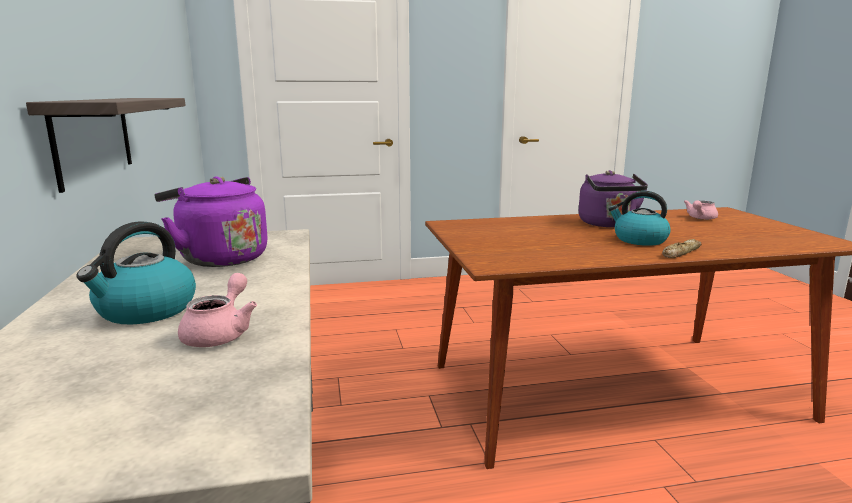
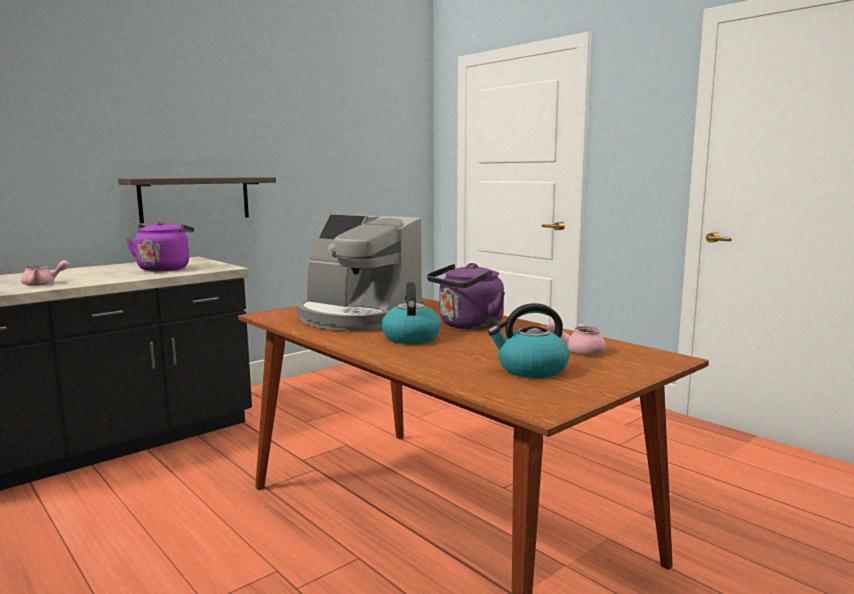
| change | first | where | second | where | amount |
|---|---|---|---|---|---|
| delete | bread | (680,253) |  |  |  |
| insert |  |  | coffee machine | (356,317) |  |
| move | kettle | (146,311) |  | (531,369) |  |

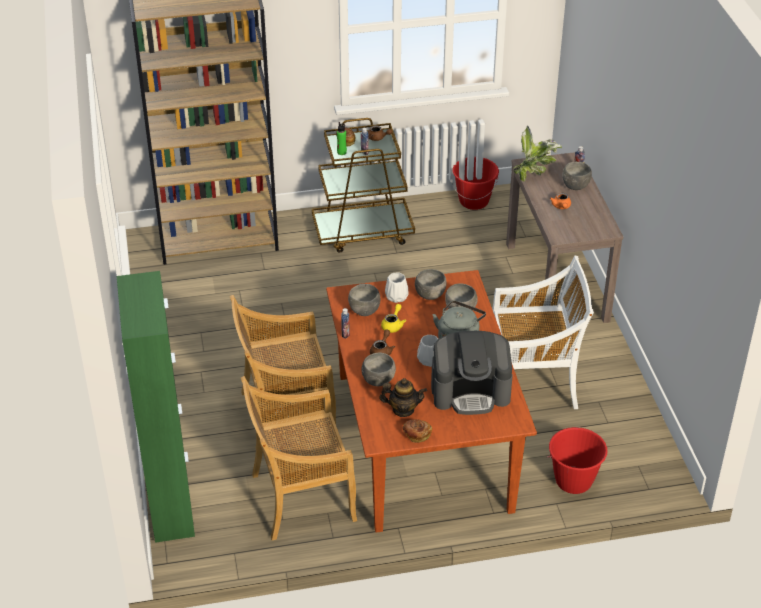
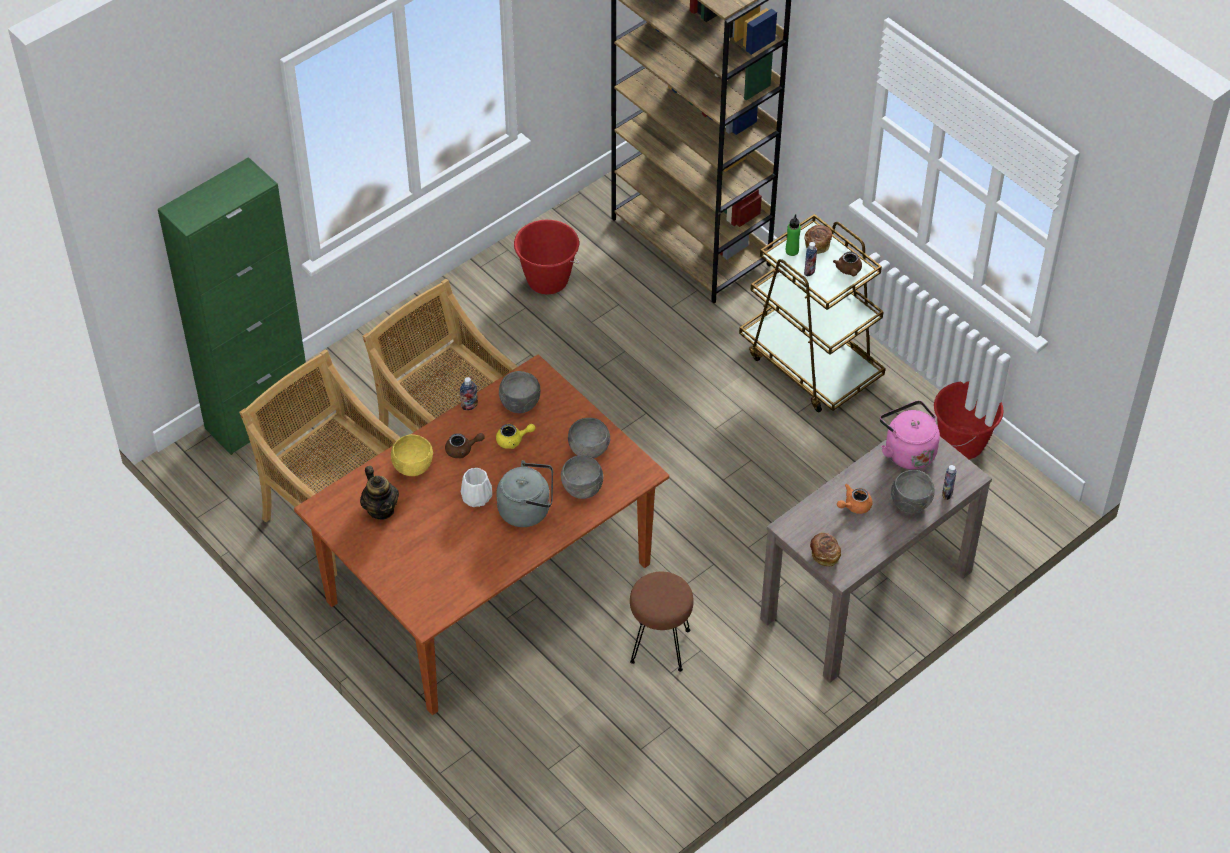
| change | first | where | second | where | amount |
|---|---|---|---|---|---|
| delete | white vase | (397,296) |  |  |  |
| delete | coffee machine | (470,391) |  |  |  |
| move | bread | (416,435) |  | (824,554) |  |
| move | red bucket | (573,481) |  | (547,280) |  |
| replace | white chair | (534,382) | brown stool | (660,647) |  |
| replace | potted plant | (535,172) | pink kettle | (907,451) |  |
| recolor | grey bowl | (378,380) | yellow bowl | (413,467) |  |

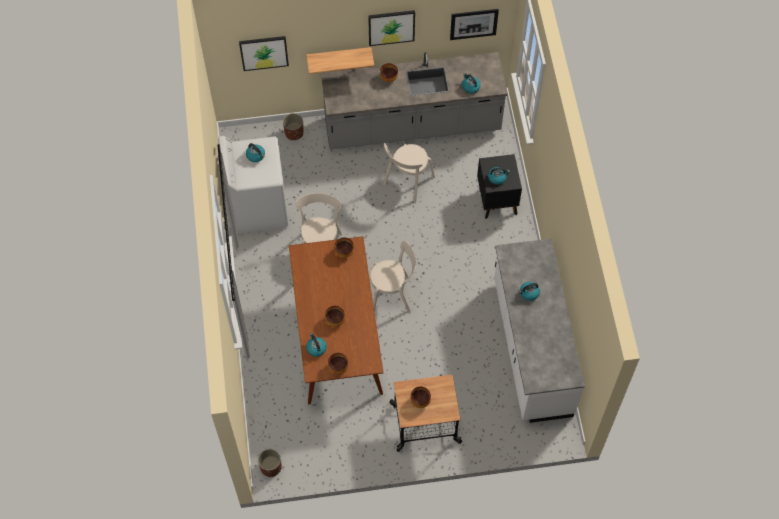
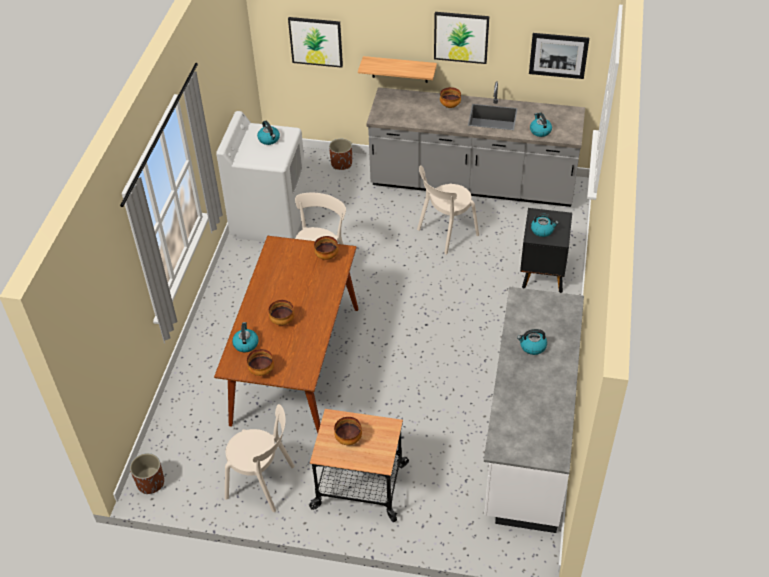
| change | first | where | second | where | amount |
|---|---|---|---|---|---|
| move | beige chair | (393,294) |  | (263,483) |  |

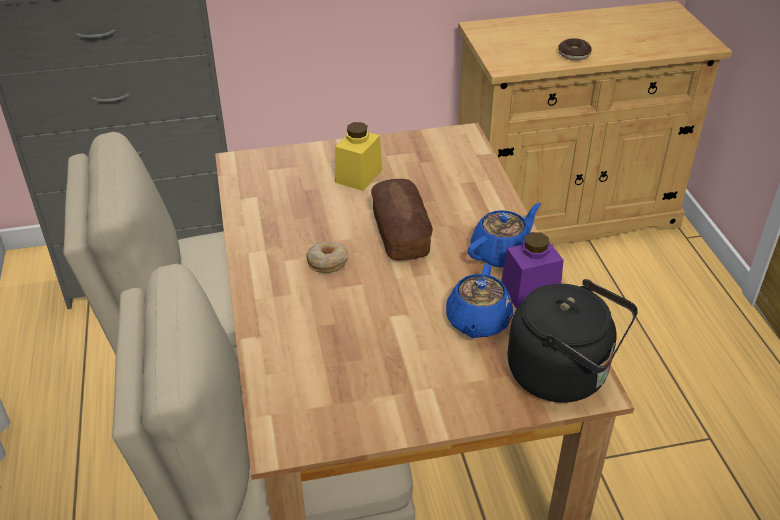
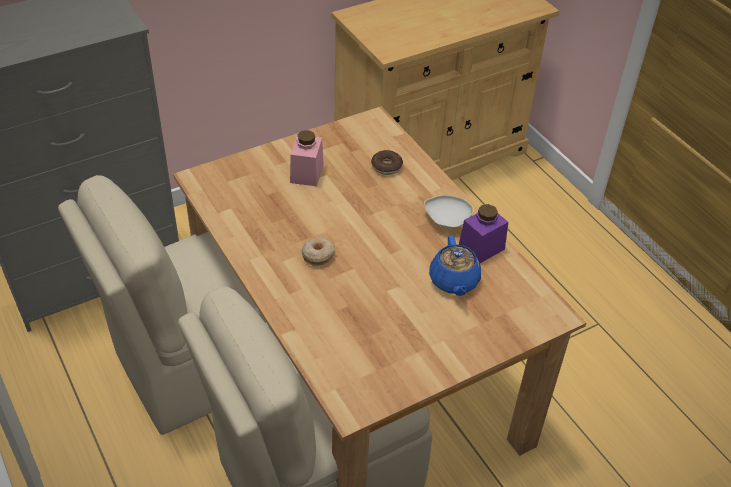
| change | first | where | second | where | amount |
|---|---|---|---|---|---|
| delete | bread | (400,233) |  |  |  |
| delete | black kettle | (564,375) |  |  |  |
| move | donut | (574,54) |  | (386,166) |  |
| replace | blue teapot | (502,253) | white bowl | (448,220) |  |
| recolor | yellow jar | (358,176) | pink jar | (306,173) |  |

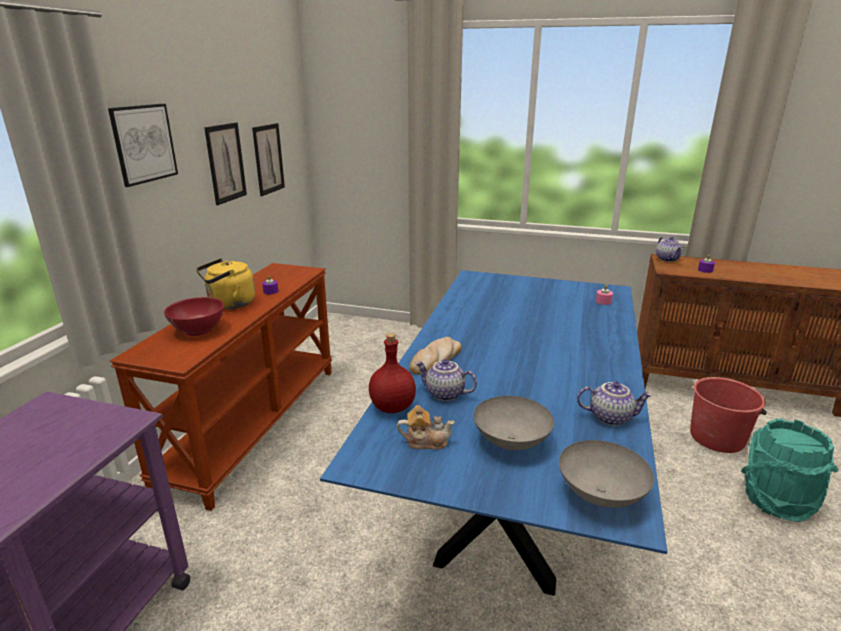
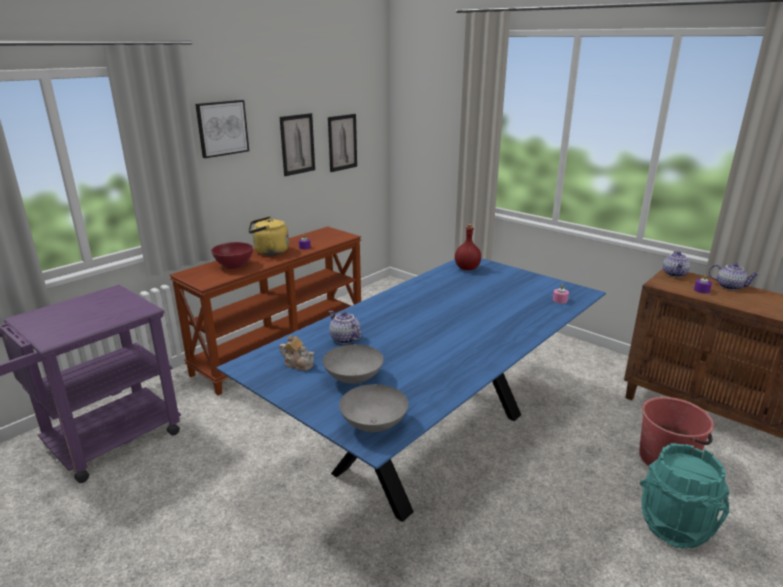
| change | first | where | second | where | amount |
|---|---|---|---|---|---|
| delete | bread | (435,359) |  |  |  |
| move | red bottle | (392,406) |  | (467,268) |  |
| move | teapot | (610,417) |  | (730,286) |  |

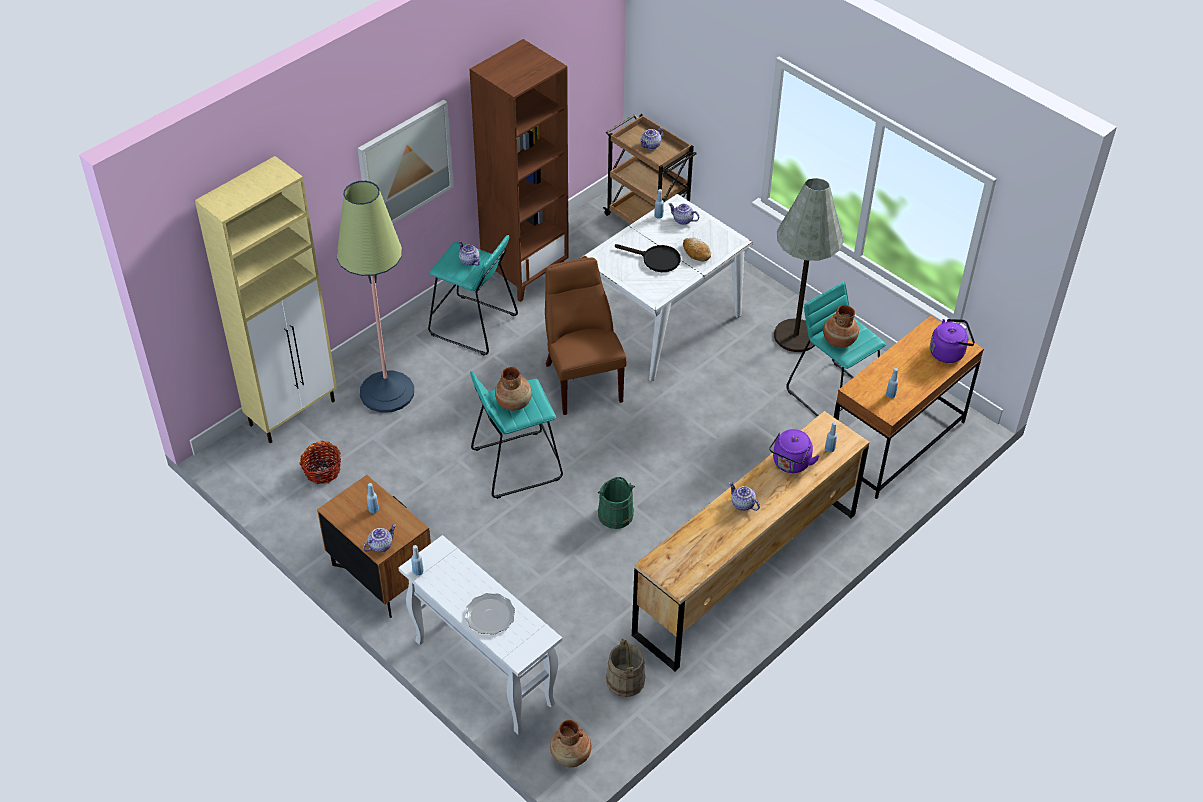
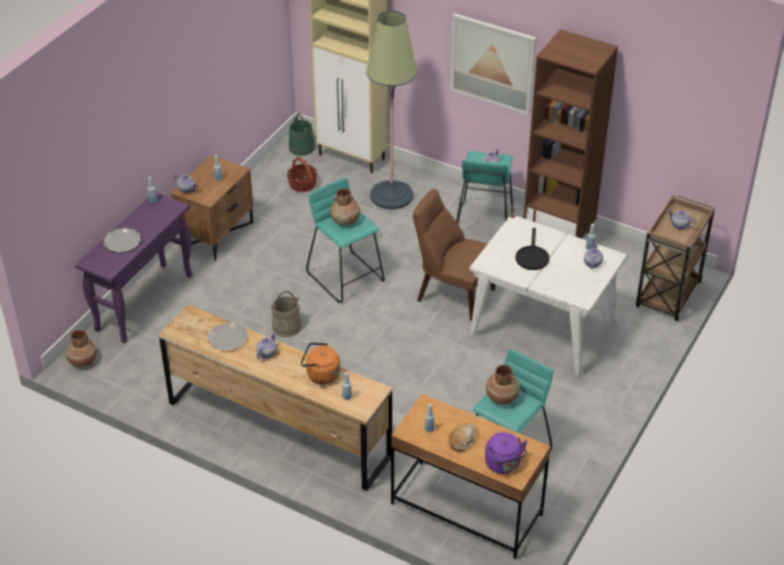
| change | first | where | second | where | amount |
|---|---|---|---|---|---|
| delete | grey floor lamp | (796,336) |  |  |  |
| insert |  |  | plate | (228,338) |  |
| move | green bucket | (615,515) |  | (301,148) |  |
| move | beige bucket | (625,680) |  | (286,326) |  |
| move | bread | (696,252) |  | (462,440) |  |
| recolor | white console table | (483,672) | purple console table | (145,302) |  |
| recolor | purple kettle | (790,464) | orange kettle | (321,375) |  |
| rotate | brown chair | (582,379) |  | (452,294) | 120 degrees counterclockwise |

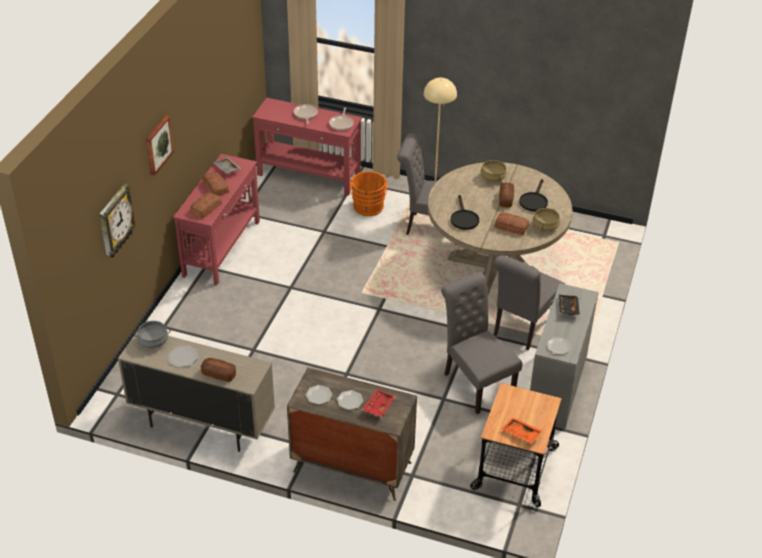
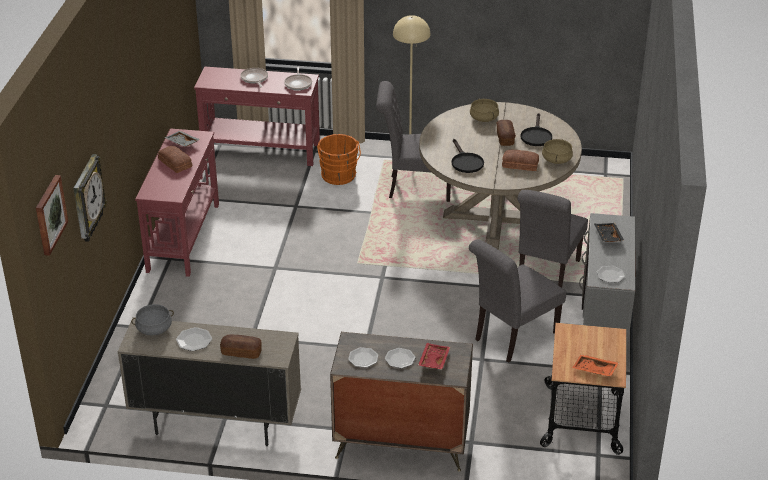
| change | first | where | second | where | amount |
|---|---|---|---|---|---|
| delete | bread | (205,208) |  |  |  |
| move | picture | (158,144) |  | (49,214) |  |
| rotate | grey chair | (475,382) |  | (512,338) | 90 degrees counterclockwise |

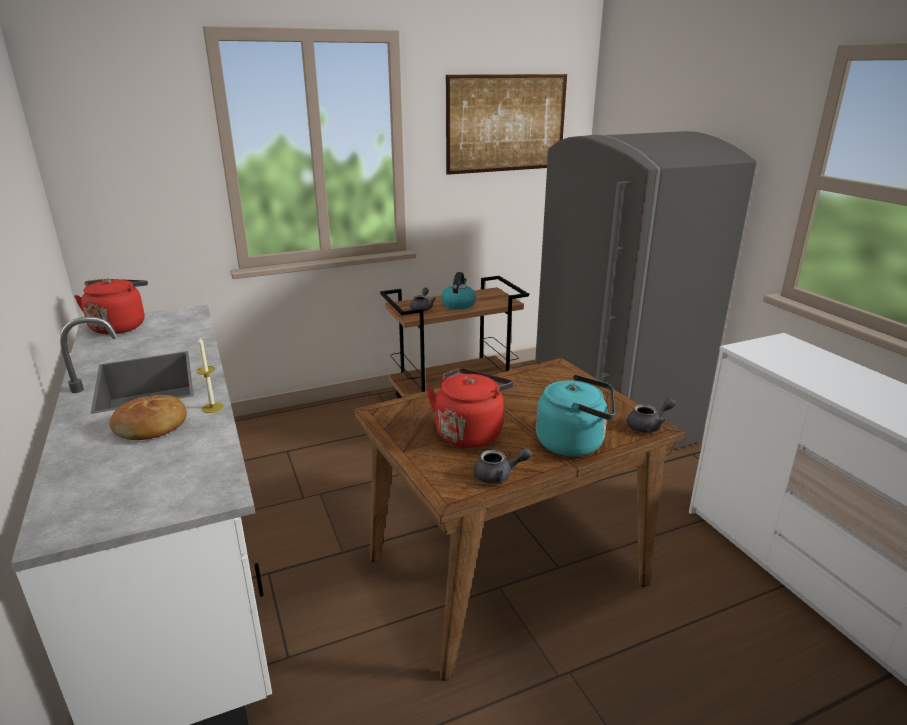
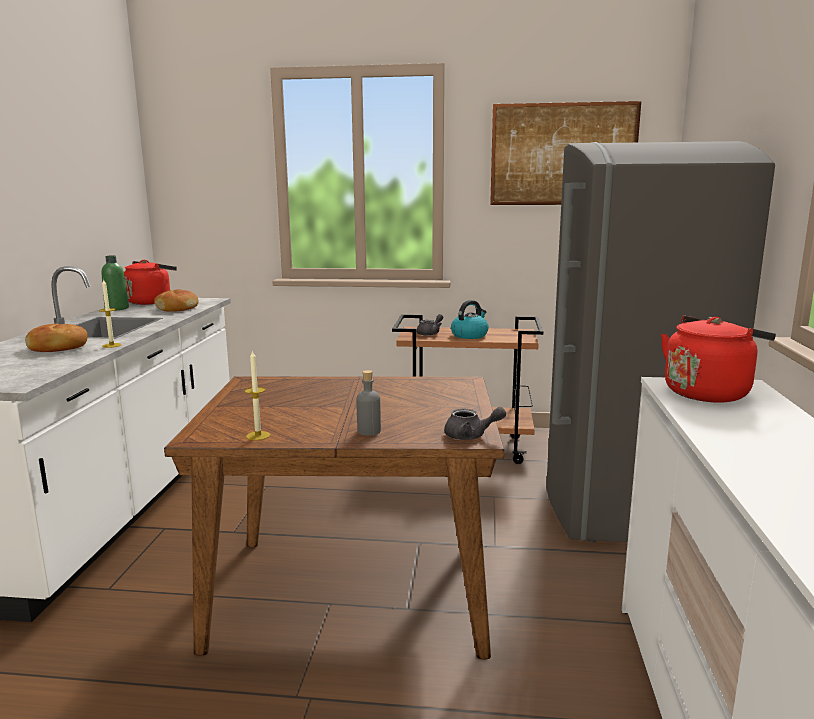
| change | first | where | second | where | amount |
|---|---|---|---|---|---|
| insert |  |  | green bottle | (117,308) |  |
| insert |  |  | bread | (177,308) |  |
| move | red kettle | (470,432) |  | (708,393) |  |
| replace | grey teapot | (499,476) | candle | (258,436) |  |
| replace | turquoise kettle | (574,443) | grey bottle | (369,431) |  |

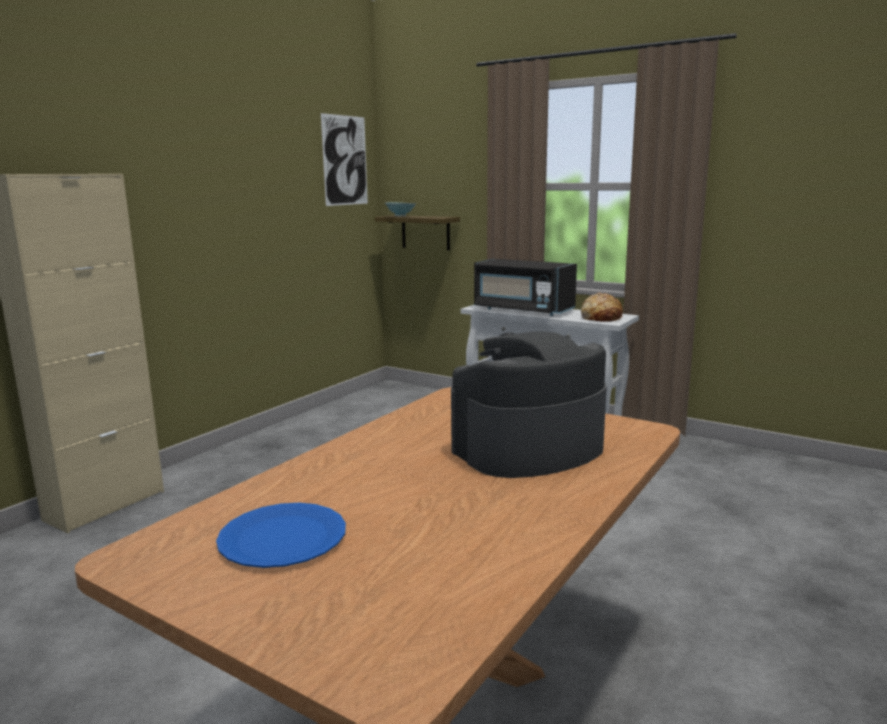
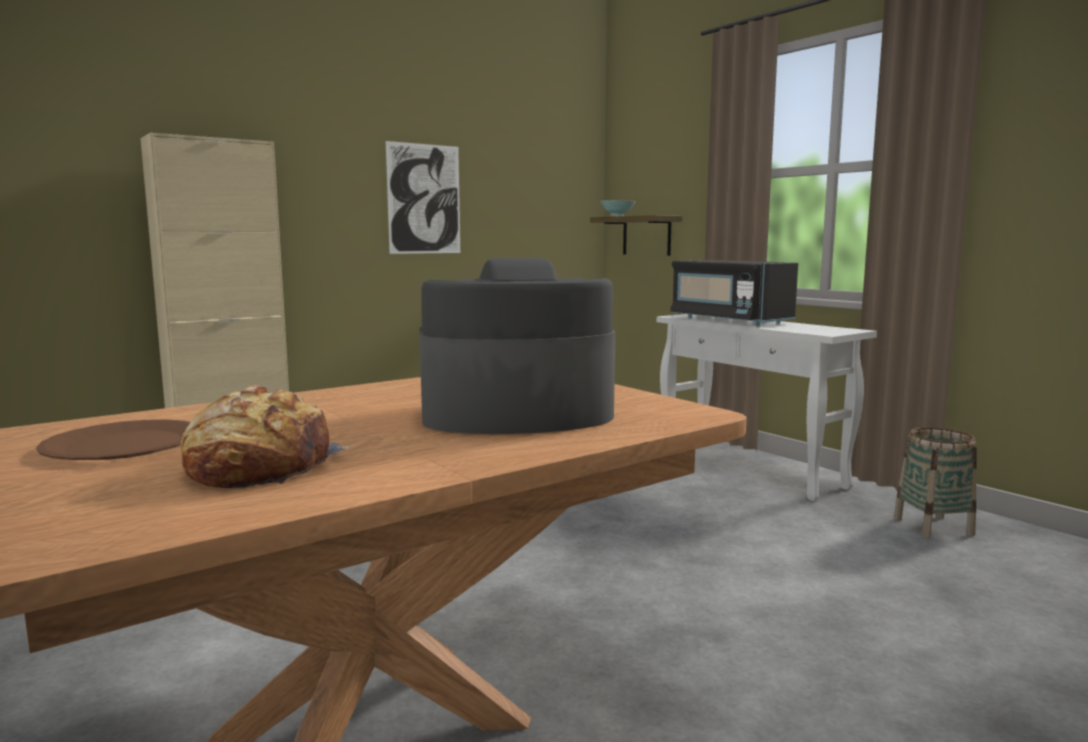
| change | first | where | second | where | amount |
|---|---|---|---|---|---|
| insert |  |  | basket | (933,527) |  |
| move | picture | (345,160) |  | (424,199) |  |
| move | bread | (601,317) |  | (259,467) |  |
| recolor | blue plate | (283,538) | brown plate | (124,445) |  |

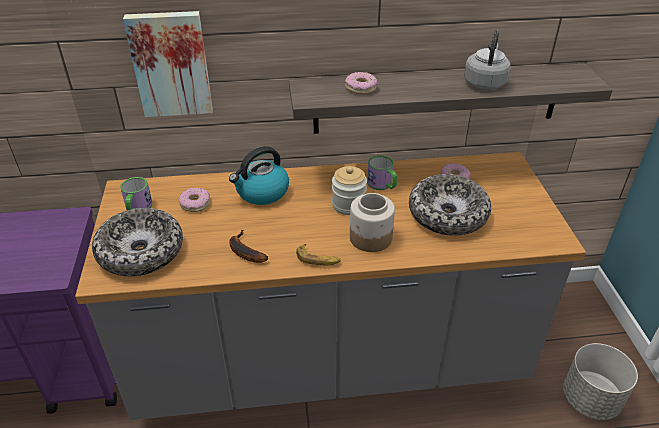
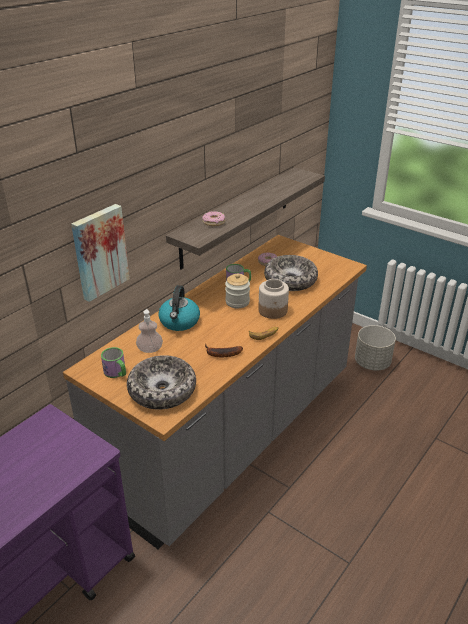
| change | first | where | second | where | amount |
|---|---|---|---|---|---|
| delete | grey kettle | (485,82) |  |  |  |
| replace | donut | (195,204) | soap dispenser | (150,349) |  |

